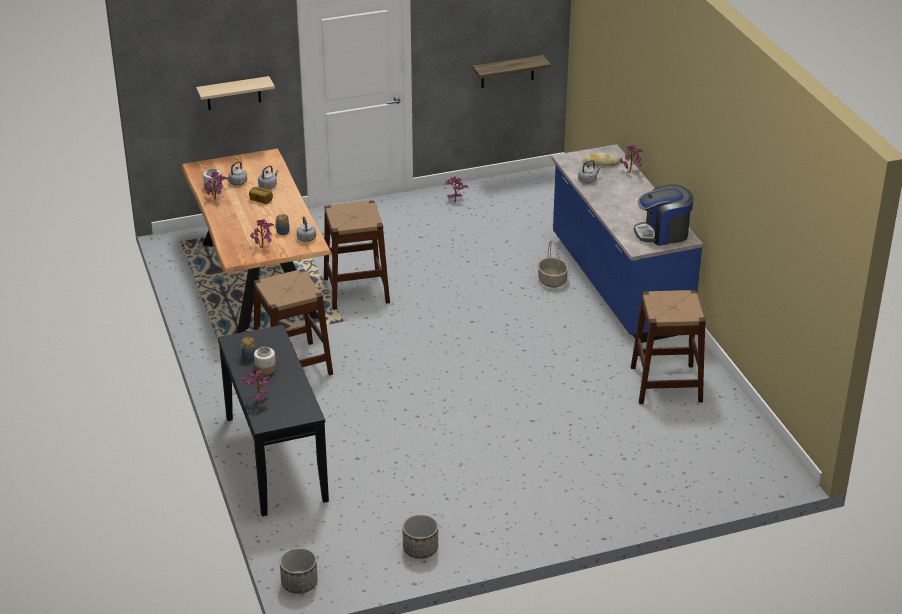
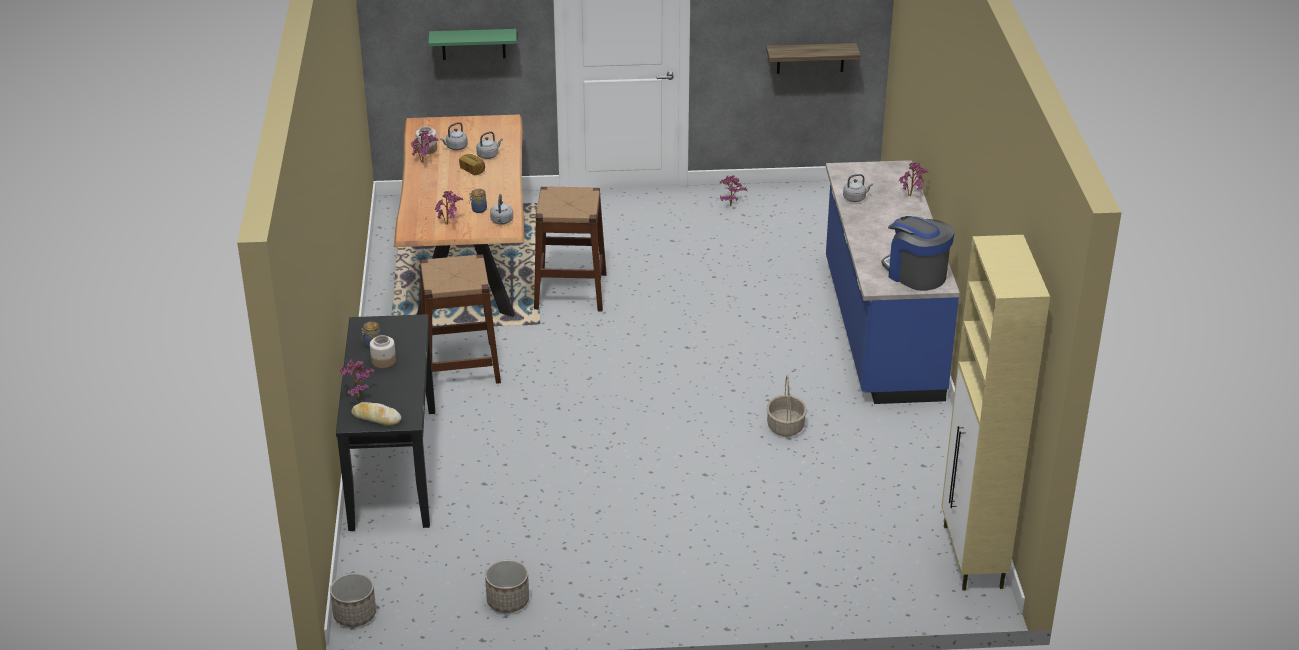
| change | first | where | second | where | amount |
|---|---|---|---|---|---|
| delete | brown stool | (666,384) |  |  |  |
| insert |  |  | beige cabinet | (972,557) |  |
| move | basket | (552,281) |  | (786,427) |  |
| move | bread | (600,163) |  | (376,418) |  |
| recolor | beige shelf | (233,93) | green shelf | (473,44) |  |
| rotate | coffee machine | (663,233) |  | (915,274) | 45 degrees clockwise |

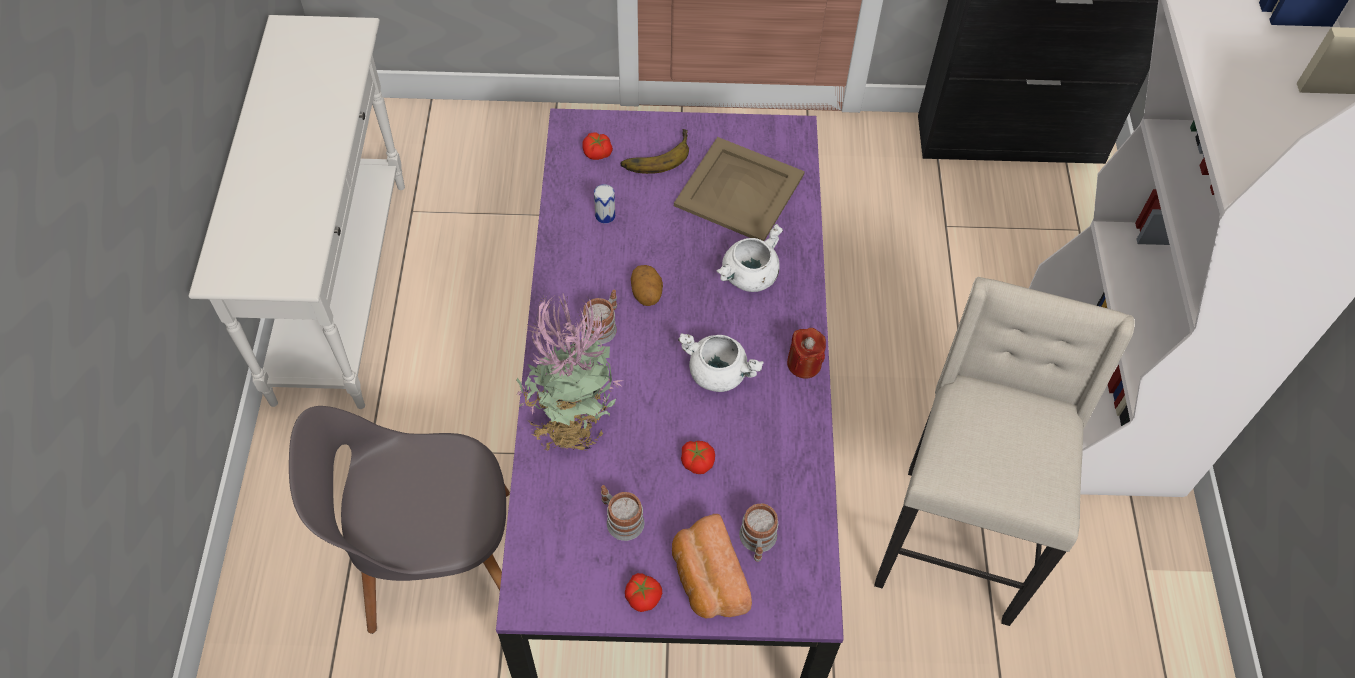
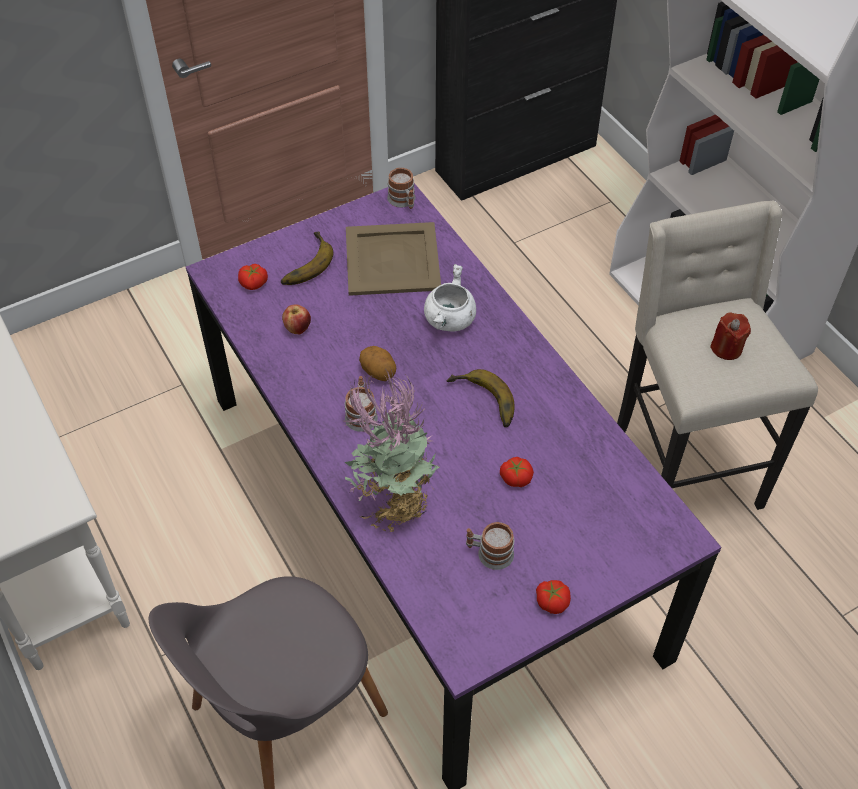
| change | first | where | second | where | amount |
|---|---|---|---|---|---|
| delete | bread | (707,579) |  |  |  |
| move | mug | (757,541) |  | (403,201) |  |
| move | red candle | (804,364) |  | (726,348) |  |
| replace | can | (605,215) | apple | (297,328) |  |
| replace | white cooking pot | (719,373) | banana | (481,403) |  |

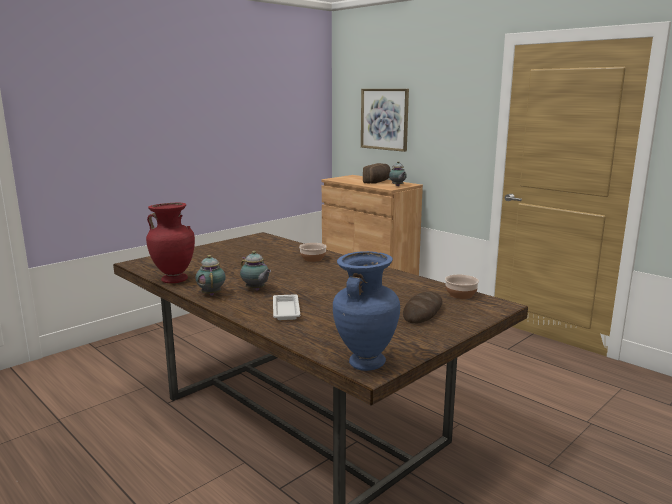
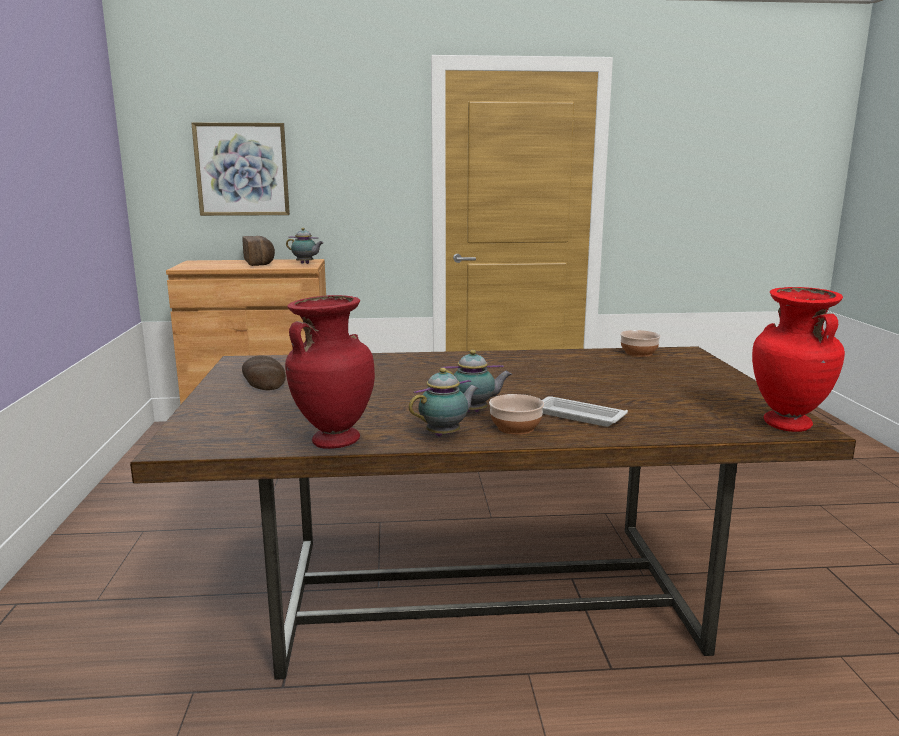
| change | first | where | second | where | amount |
|---|---|---|---|---|---|
| move | bowl | (312,259) |  | (515,427) |  |
| move | bread | (423,312) |  | (264,379) |  |
| recolor | blue vase | (365,363) | red vase | (786,425) |  |
| rotate | teapot | (211,294) |  | (445,434) | 120 degrees clockwise |

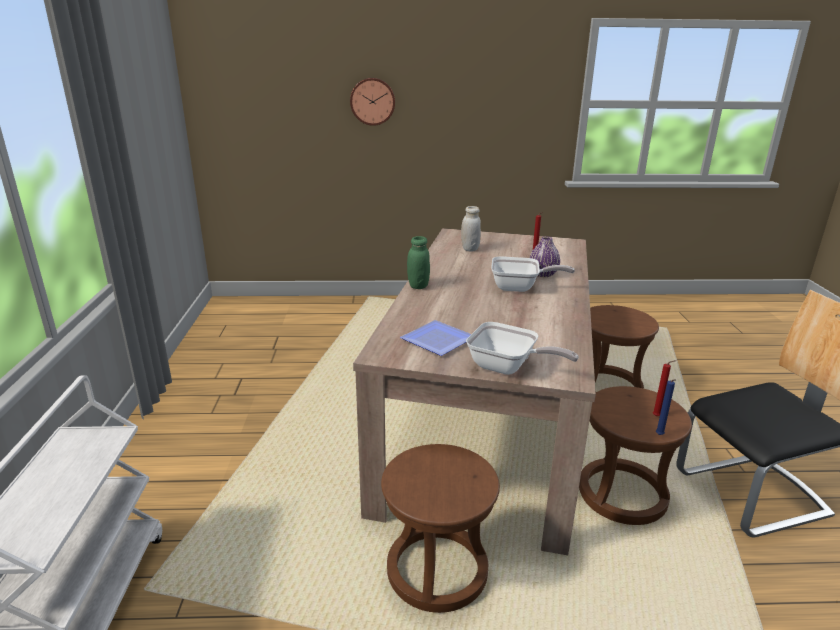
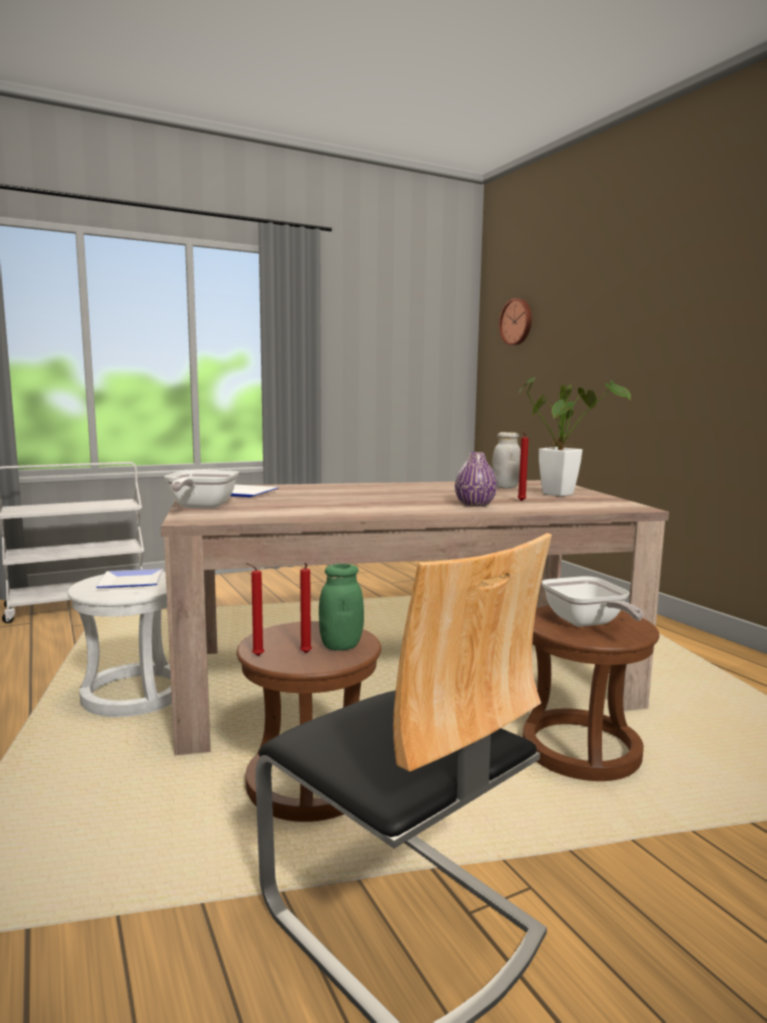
| change | first | where | second | where | amount |
|---|---|---|---|---|---|
| insert |  |  | plate | (129,582) |  |
| insert |  |  | potted plant | (562,493) |  |
| move | wall clock | (372,101) |  | (517,322) |  |
| move | green jar | (418,286) |  | (341,646) |  |
| move | frying pan | (520,288) |  | (587,623) |  |
| recolor | brown stool | (437,571) | white stool | (133,694) |  |
| recolor | blue candle | (660,436) | red candle | (256,656) |  |

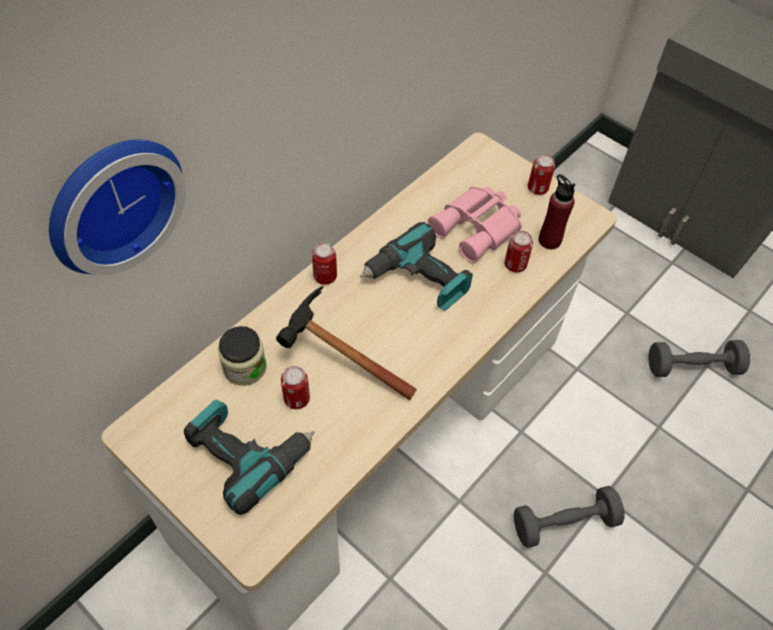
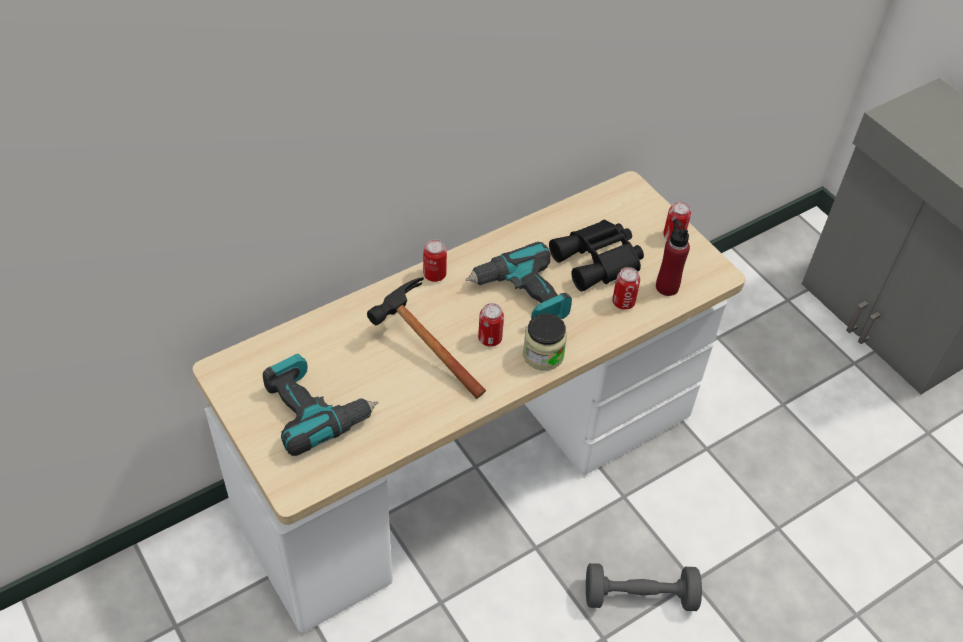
| change | first | where | second | where | amount |
|---|---|---|---|---|---|
| delete | wall clock | (111,201) |  |  |  |
| delete | grey dumbbell | (692,367) |  |  |  |
| move | jar | (245,367) |  | (543,355) |  |
| move | can | (296,399) |  | (490,338) |  |
| recolor | pink binoculars | (478,228) | black binoculars | (599,261) |  |

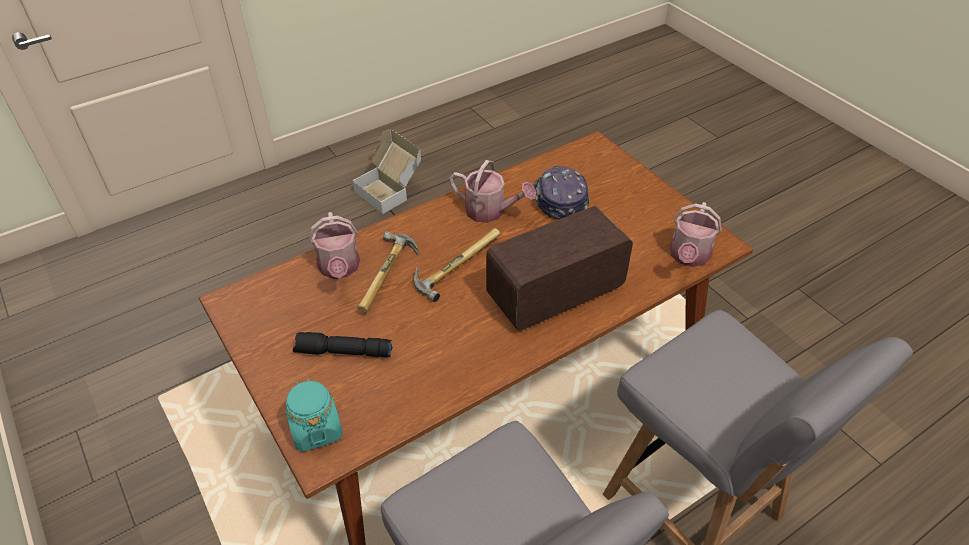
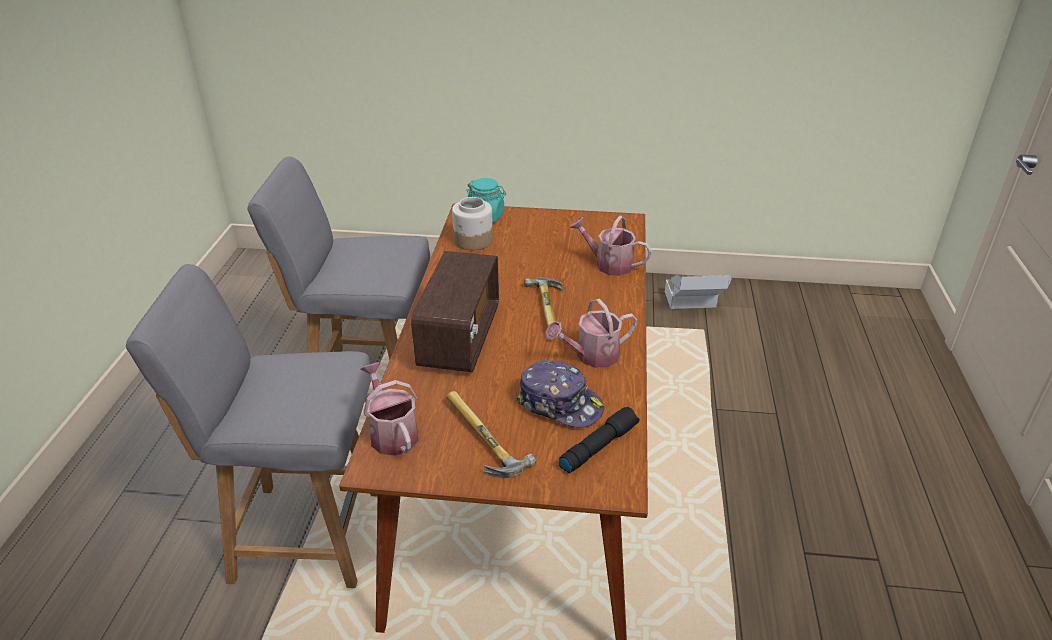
| change | first | where | second | where | amount |
|---|---|---|---|---|---|
| insert |  |  | jar | (473,241) |  |
| move | black flashlight | (343,352) |  | (598,446) |  |
| move | cardboard box | (390,190) |  | (692,307) |  |
| move | hammer | (390,276) |  | (478,440) |  |

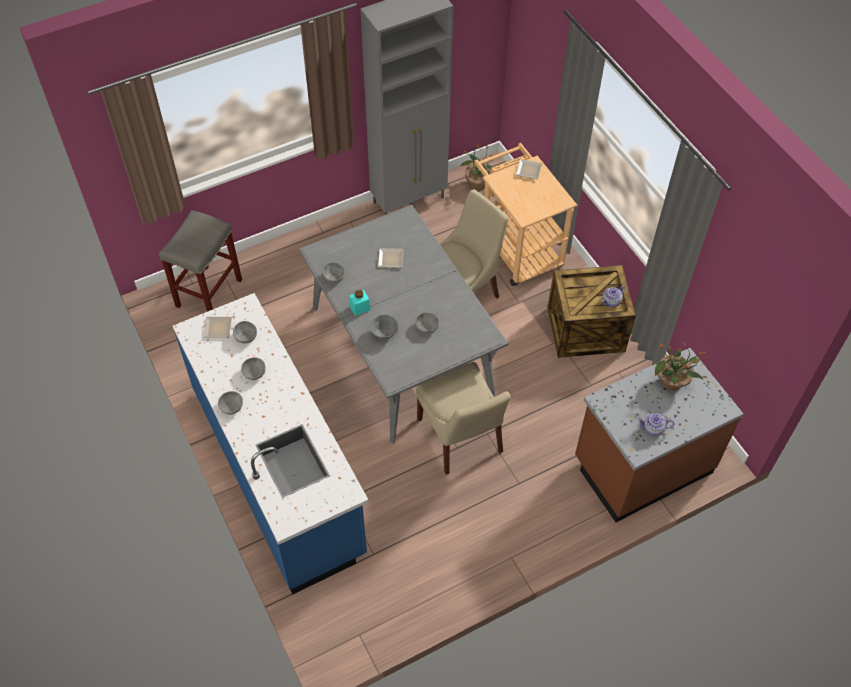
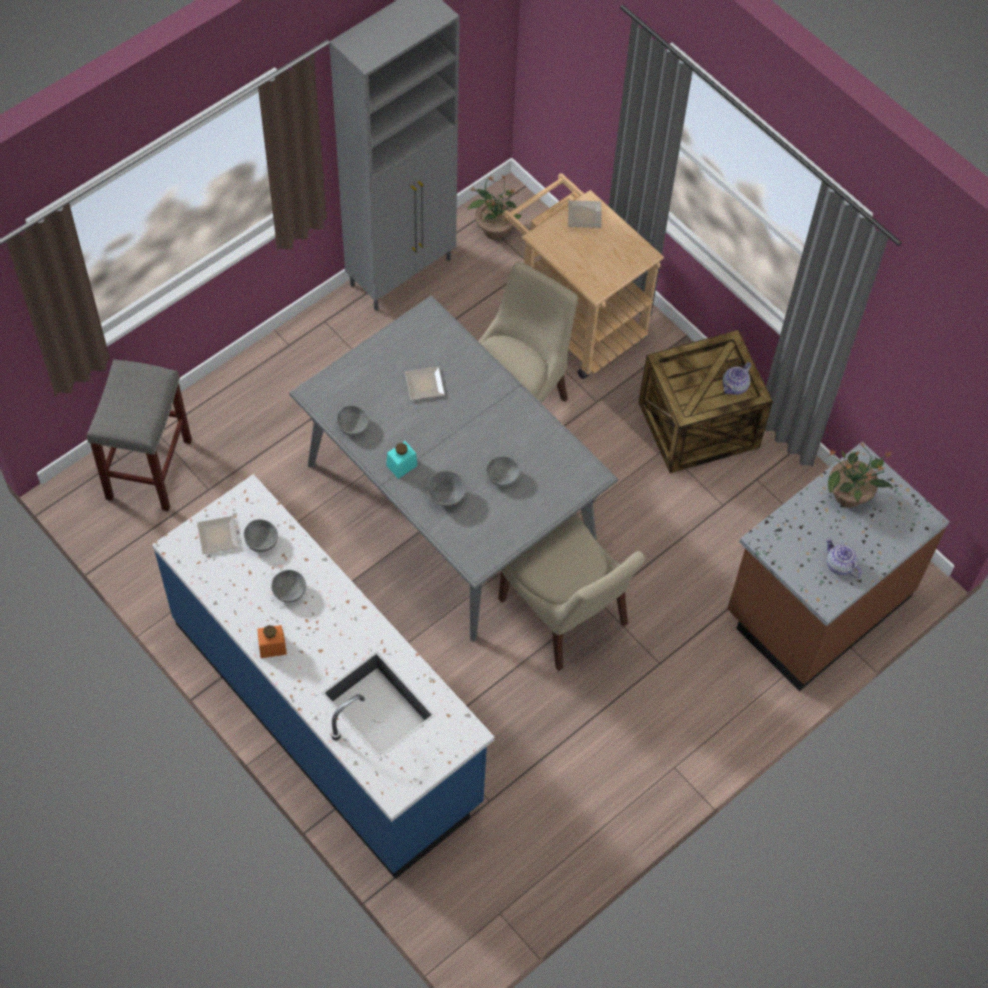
| change | first | where | second | where | amount |
|---|---|---|---|---|---|
| replace | grey bowl | (231,407) | orange jar | (272,647) |  |
| rotate | teapot | (653,429) |  | (839,565) | 60 degrees clockwise |

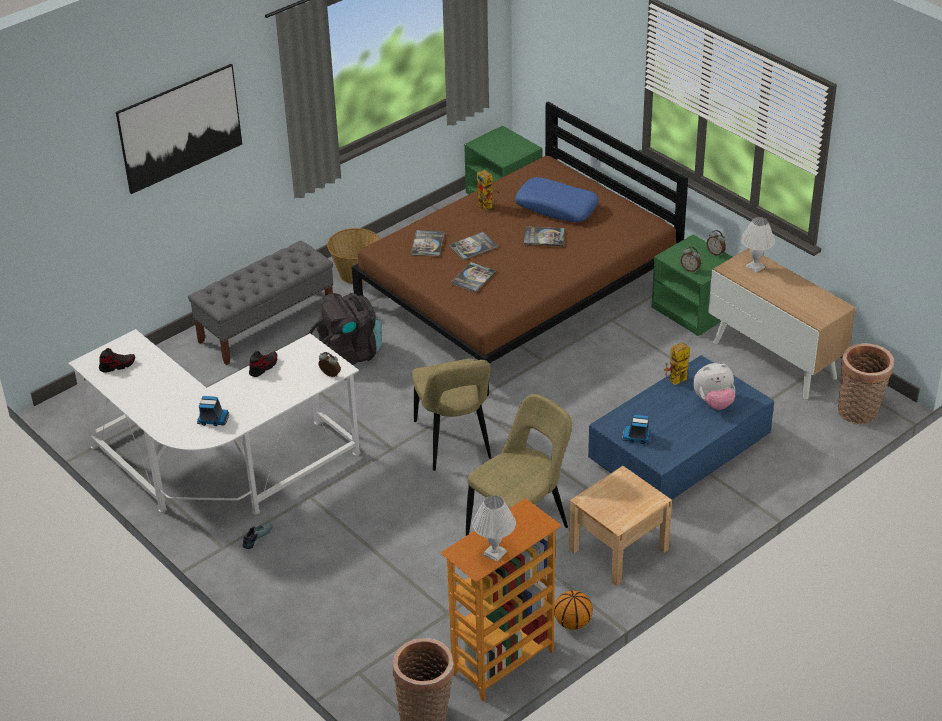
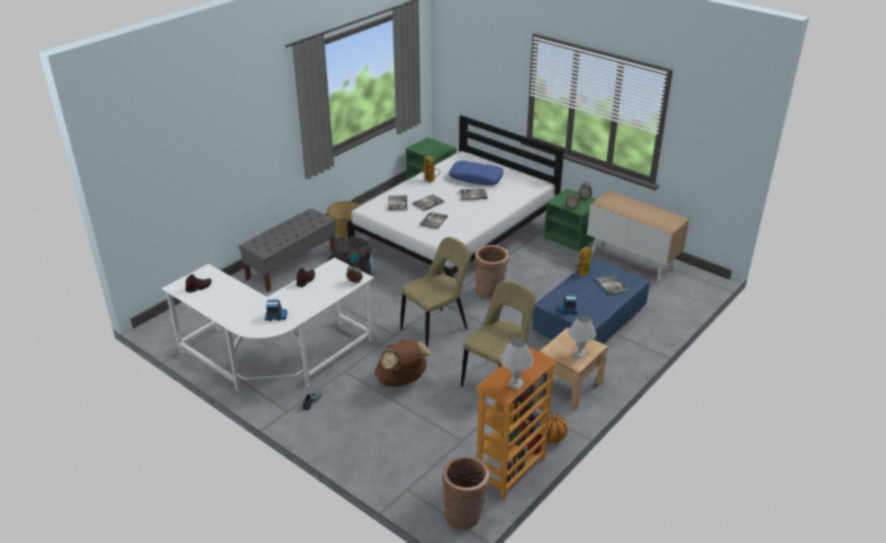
| change | first | where | second | where | amount |
|---|---|---|---|---|---|
| delete | picture | (180,128) |  |  |  |
| insert |  |  | brown backpack | (402,381) |  |
| move | white table lamp | (755,267) |  | (579,354) |  |
| move | basket | (859,413) |  | (490,292) |  |
| replace | plush toy | (714,402) | book | (611,285) |  |
| recolor | brown bed | (520,292) | white bed | (456,235) |  |
| rotate | beige chair | (453,443) |  | (437,328) | 105 degrees counterclockwise |

